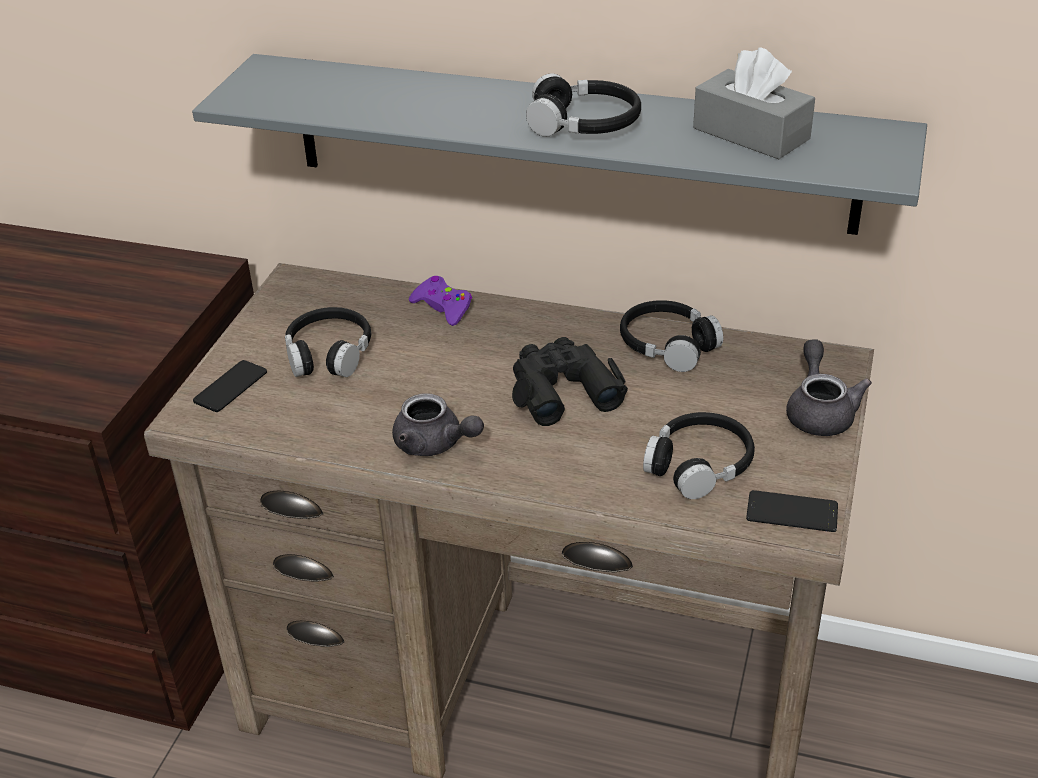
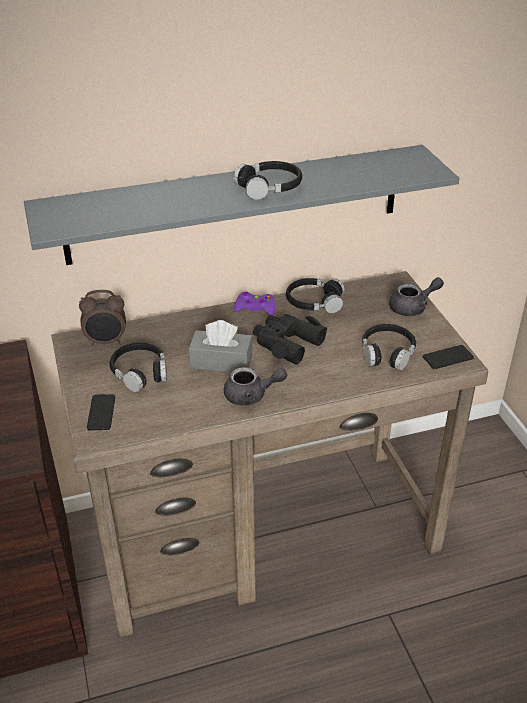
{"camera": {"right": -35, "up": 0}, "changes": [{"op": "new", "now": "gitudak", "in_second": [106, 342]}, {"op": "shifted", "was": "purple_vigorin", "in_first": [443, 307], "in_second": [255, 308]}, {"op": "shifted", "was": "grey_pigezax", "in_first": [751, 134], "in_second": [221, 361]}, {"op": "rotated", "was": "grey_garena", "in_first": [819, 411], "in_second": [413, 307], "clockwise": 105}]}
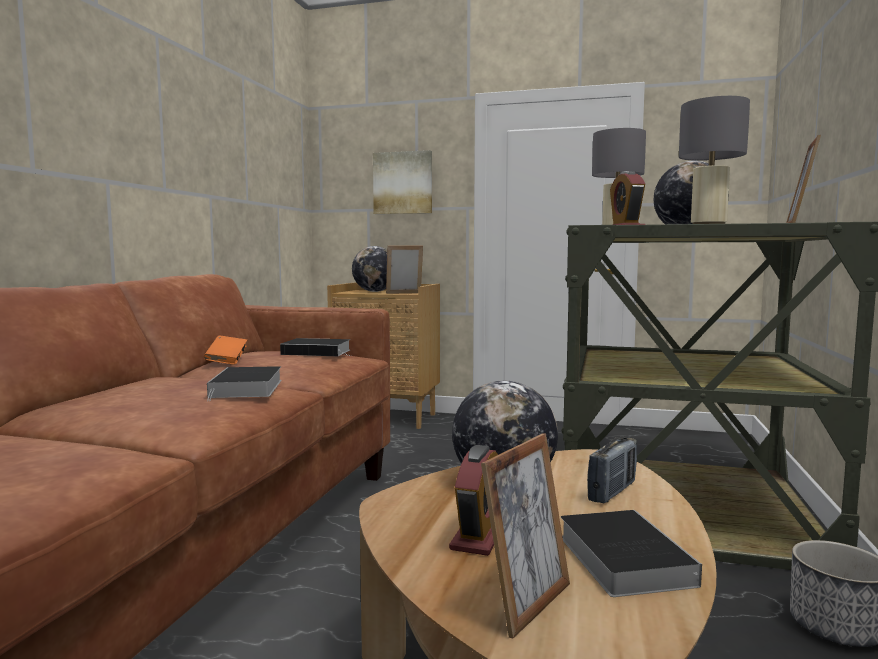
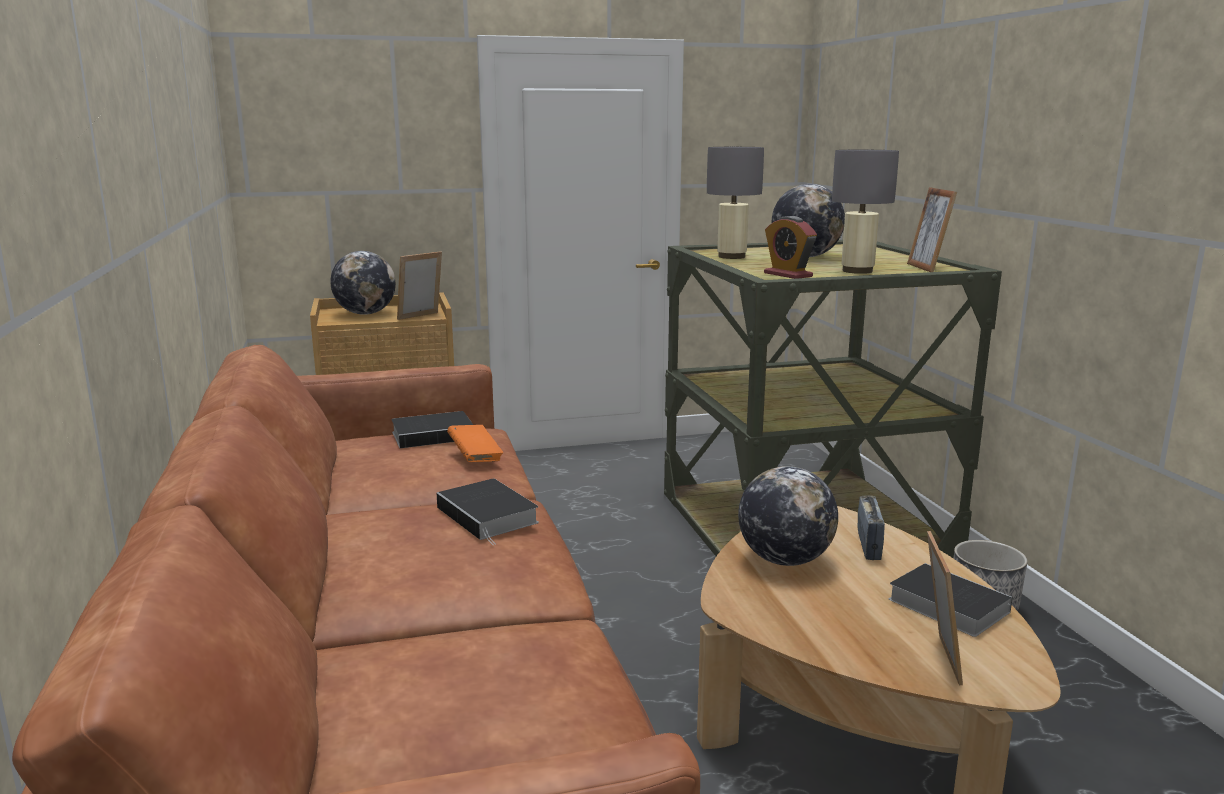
{"camera": {"right": -30, "up": 10}, "changes": [{"op": "gone", "was": "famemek", "in_first": [403, 183]}, {"op": "gone", "was": "gitudak", "in_first": [478, 537]}, {"op": "shifted", "was": "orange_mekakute", "in_first": [227, 361], "in_second": [475, 457]}]}
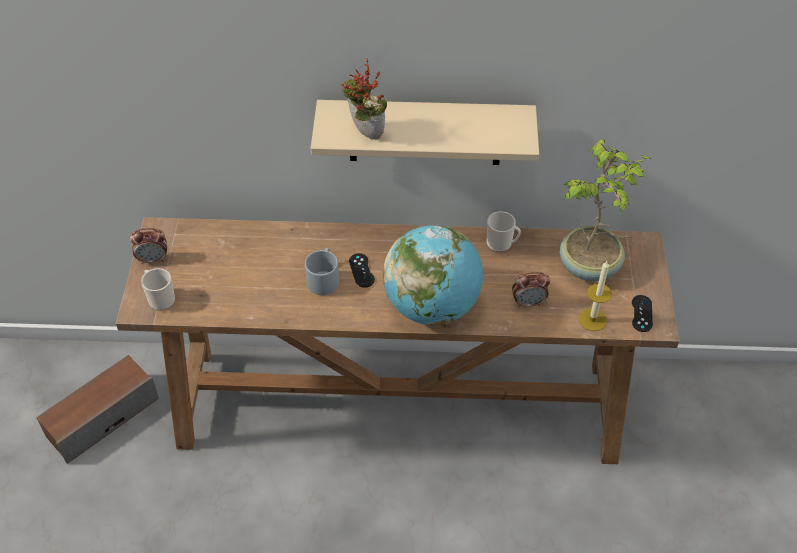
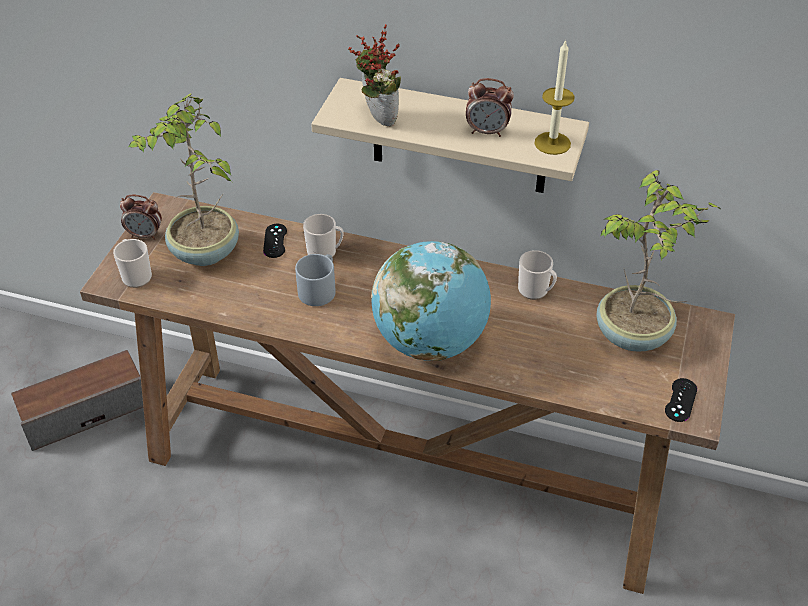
{"camera": {"right": 15, "up": -5}, "changes": [{"op": "new", "now": "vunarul", "in_second": [204, 253]}, {"op": "new", "now": "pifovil", "in_second": [325, 252]}, {"op": "shifted", "was": "black_vigorin", "in_first": [361, 270], "in_second": [275, 241]}, {"op": "shifted", "was": "gitudak", "in_first": [528, 303], "in_second": [487, 131]}, {"op": "shifted", "was": "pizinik", "in_first": [592, 319], "in_second": [552, 143]}]}
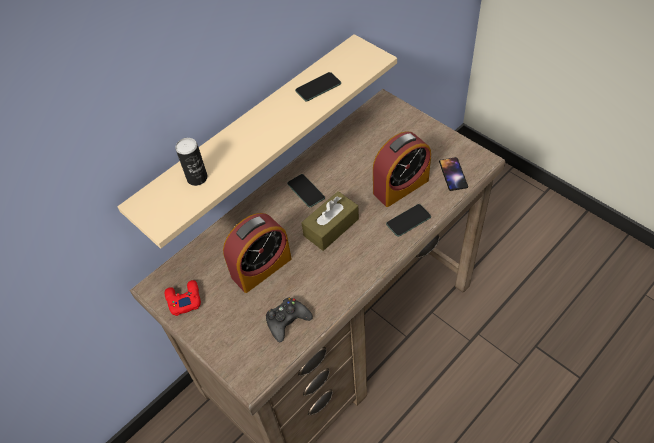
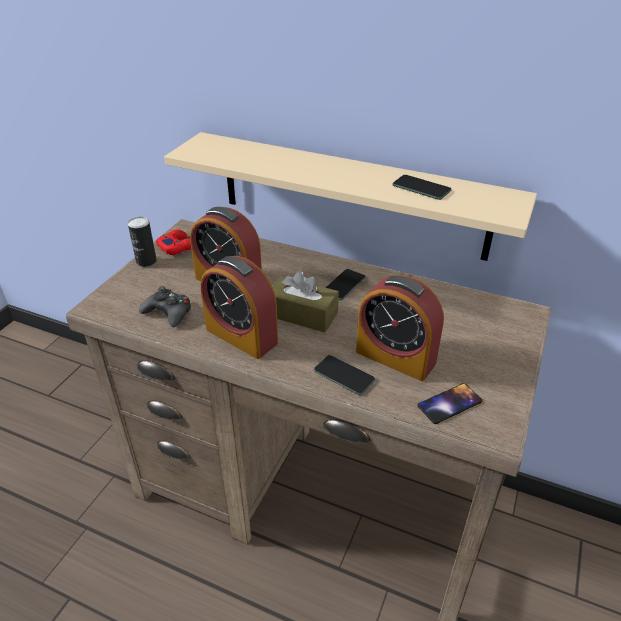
{"camera": {"right": 65, "up": -15}, "changes": [{"op": "new", "now": "gitudak", "in_second": [241, 336]}, {"op": "shifted", "was": "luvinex", "in_first": [197, 178], "in_second": [146, 261]}]}
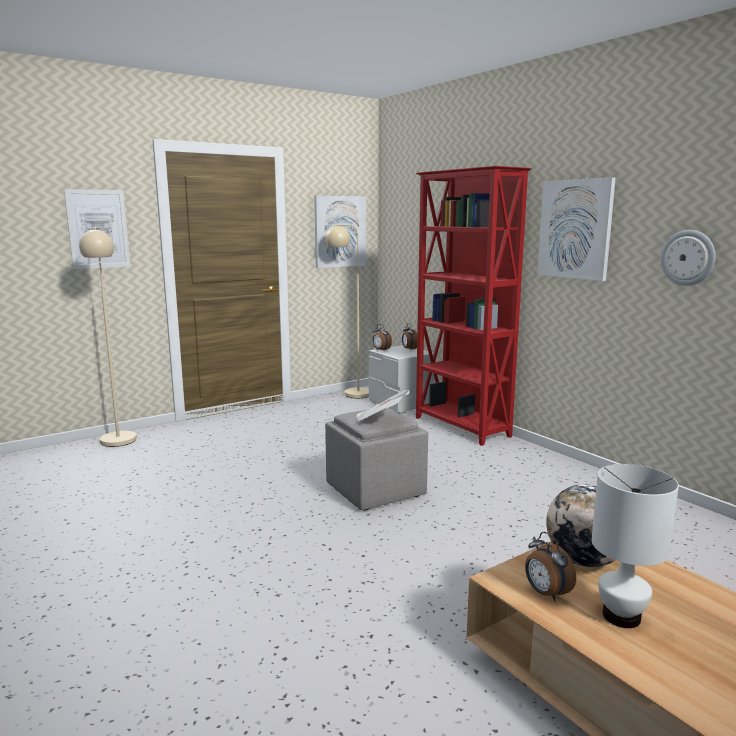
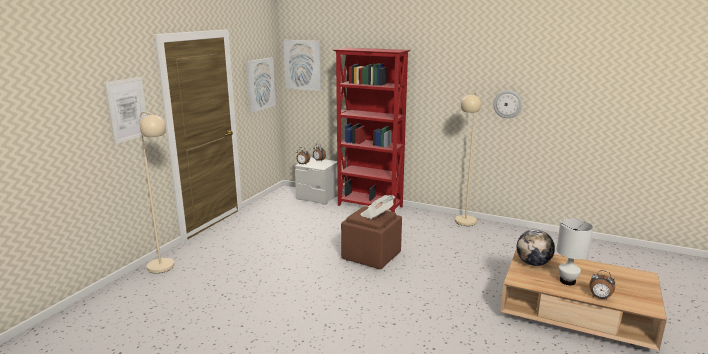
{"camera": {"right": -30, "up": 5}, "changes": [{"op": "shifted", "was": "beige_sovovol", "in_first": [351, 396], "in_second": [464, 224]}, {"op": "shifted", "was": "gitudak", "in_first": [545, 593], "in_second": [599, 298]}, {"op": "shifted", "was": "famemek", "in_first": [575, 229], "in_second": [302, 65]}, {"op": "repainted", "was": "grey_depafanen", "now": "brown_depafanen", "in_first": [375, 490], "in_second": [371, 256]}]}
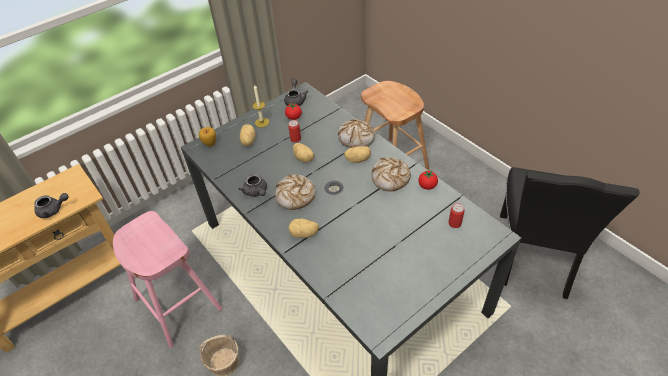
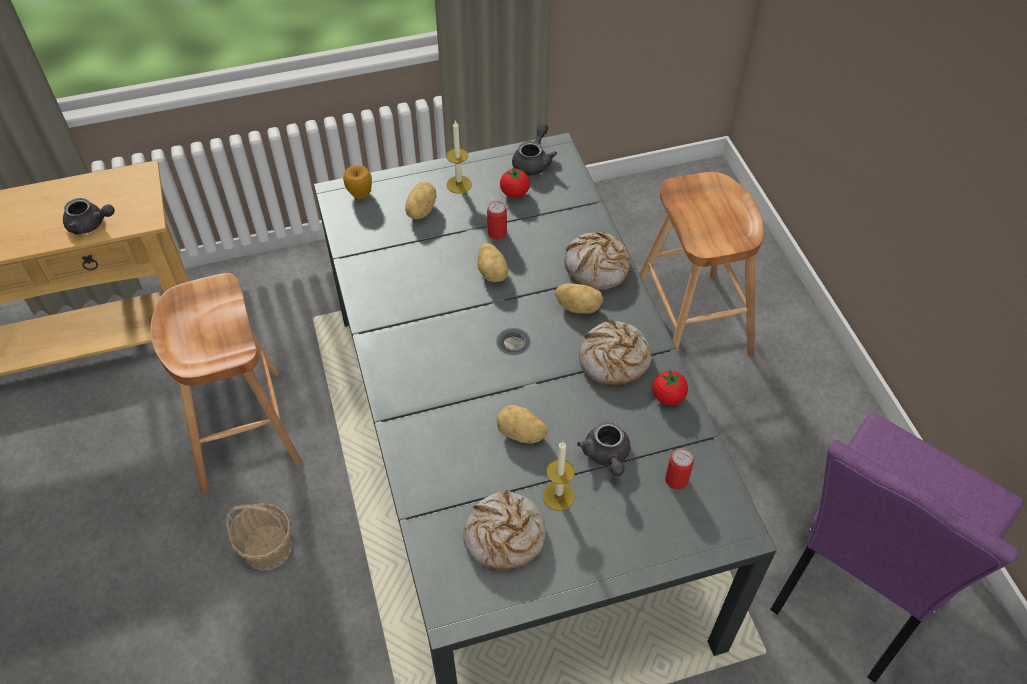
{"camera": {"right": 20, "up": 5}, "changes": [{"op": "new", "now": "pizinik", "in_second": [558, 496]}, {"op": "shifted", "was": "grey_garena", "in_first": [256, 192], "in_second": [606, 456]}, {"op": "shifted", "was": "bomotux", "in_first": [295, 196], "in_second": [504, 536]}, {"op": "shifted", "was": "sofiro", "in_first": [304, 234], "in_second": [521, 434]}, {"op": "repainted", "was": "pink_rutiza", "now": "brown_rutiza", "in_first": [178, 304], "in_second": [242, 430]}, {"op": "repainted", "was": "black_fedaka", "now": "purple_fedaka", "in_first": [535, 252], "in_second": [864, 578]}]}
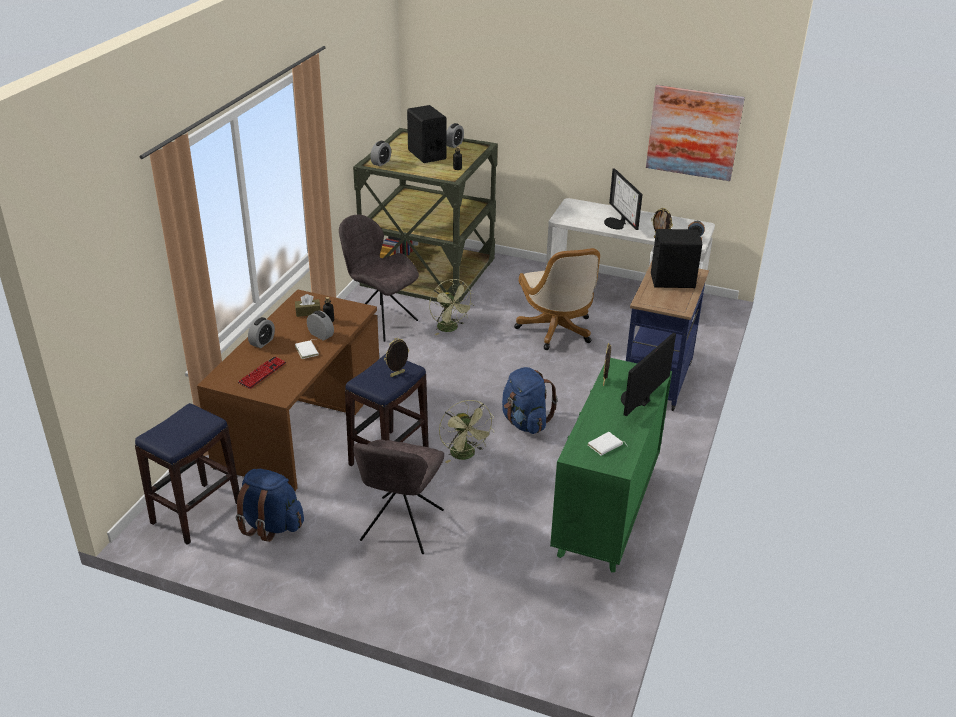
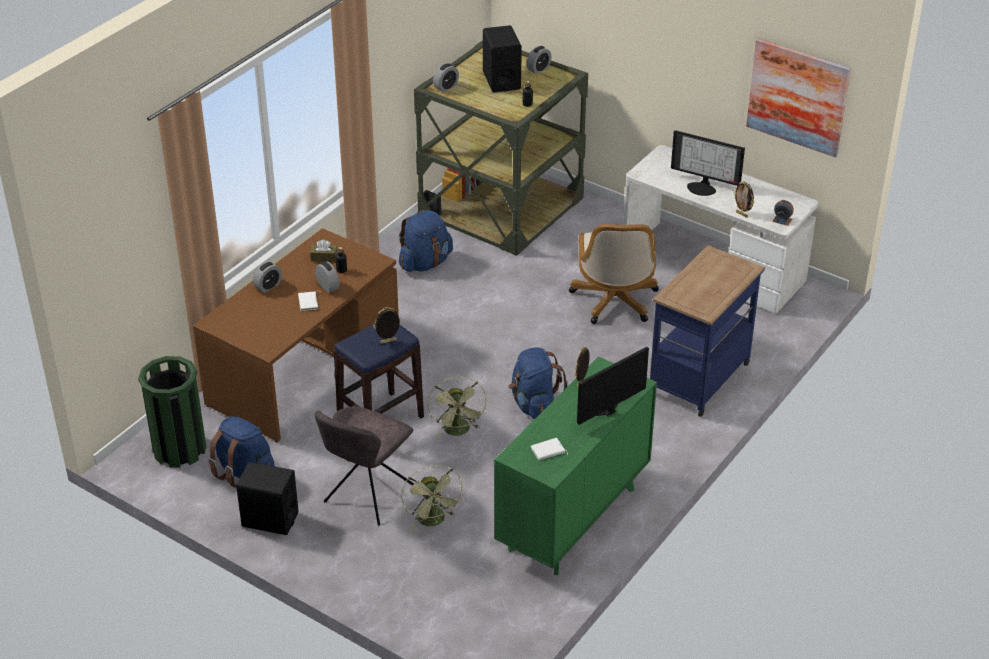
{"camera": {"right": 15, "up": 5}, "changes": [{"op": "gone", "was": "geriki", "in_first": [262, 373]}, {"op": "shifted", "was": "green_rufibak", "in_first": [450, 329], "in_second": [434, 521]}, {"op": "shifted", "was": "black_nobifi", "in_first": [672, 281], "in_second": [269, 519]}, {"op": "swapped", "was": "rutiza", "now": "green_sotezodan", "in_first": [196, 513], "in_second": [179, 449]}, {"op": "swapped", "was": "grey_fedaka", "now": "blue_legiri", "in_first": [380, 321], "in_second": [425, 263]}, {"op": "rotated", "was": "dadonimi", "in_first": [617, 223], "in_second": [702, 187], "clockwise": -60}]}
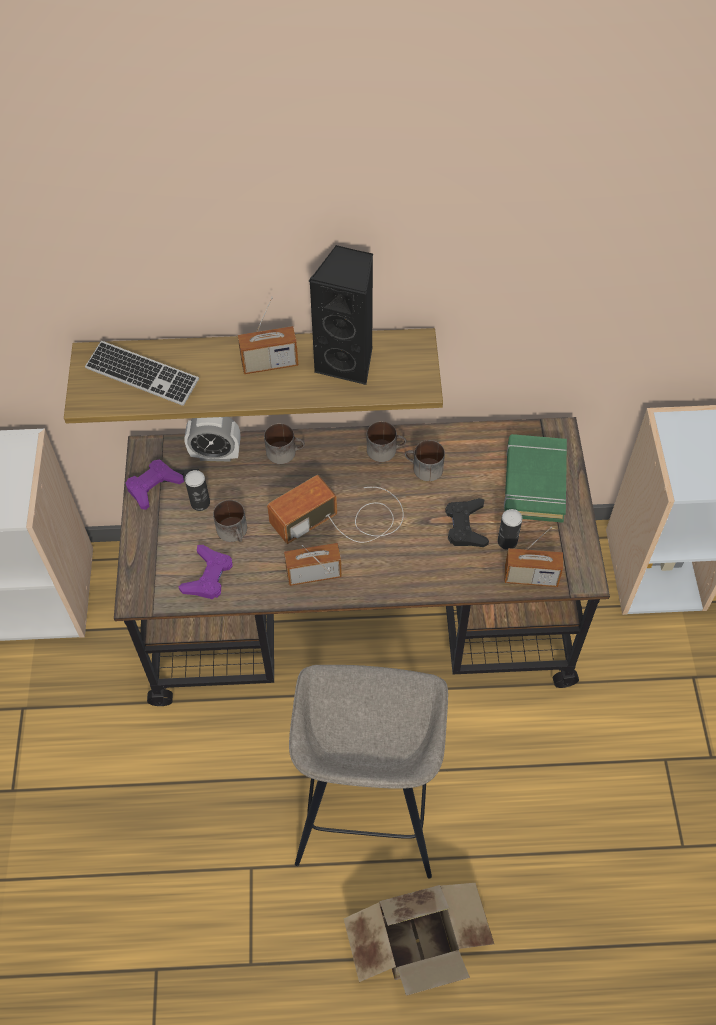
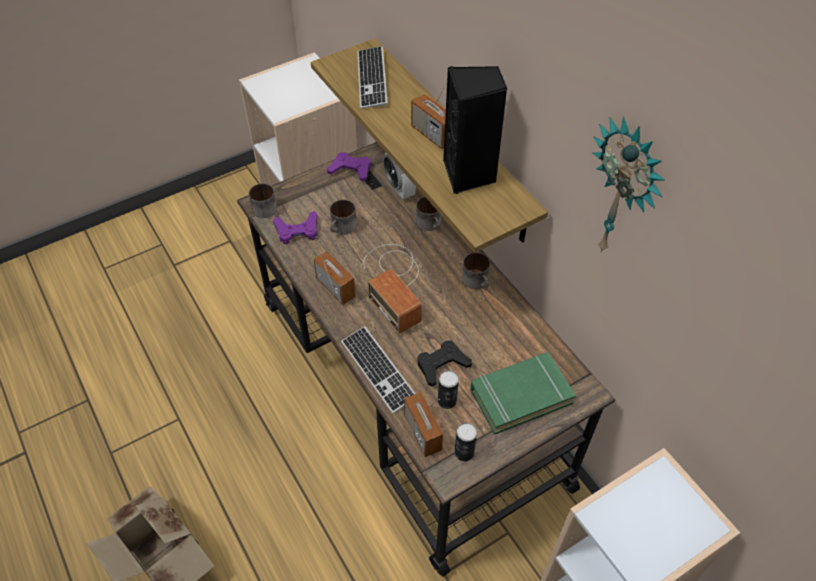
{"camera": {"right": 60, "up": -5}, "changes": [{"op": "gone", "was": "grey_rutiza", "in_first": [367, 804]}, {"op": "new", "now": "geriki", "in_second": [378, 370]}, {"op": "new", "now": "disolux", "in_second": [624, 191]}, {"op": "shifted", "was": "luvinex", "in_first": [200, 503], "in_second": [464, 452]}, {"op": "shifted", "was": "pifovil", "in_first": [423, 469], "in_second": [263, 206]}, {"op": "rotated", "was": "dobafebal", "in_first": [343, 519], "in_second": [395, 284], "clockwise": -150}]}
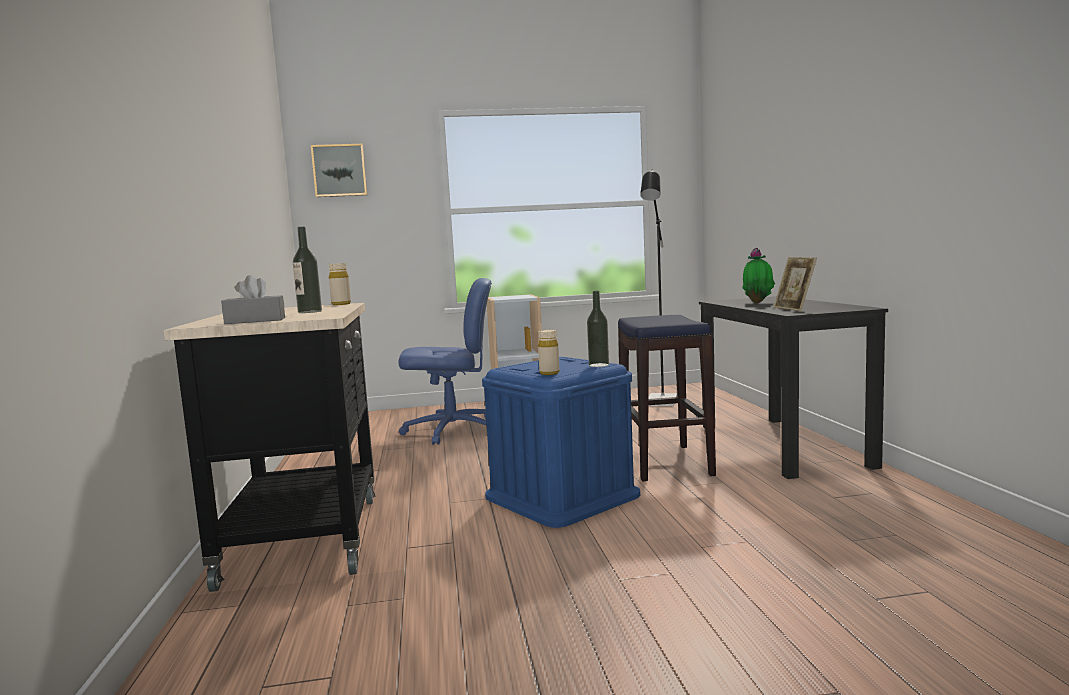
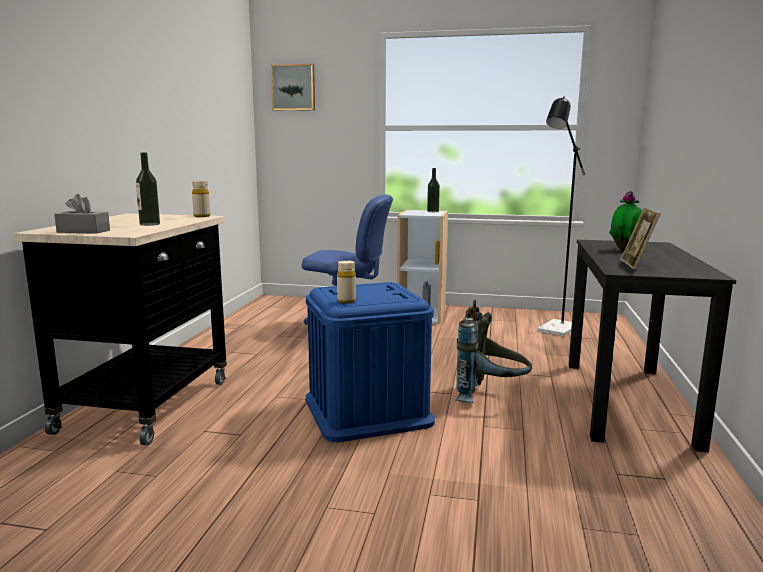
{"camera": {"right": 20, "up": 5}, "changes": [{"op": "shifted", "was": "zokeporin", "in_first": [598, 365], "in_second": [433, 211]}, {"op": "swapped", "was": "rutiza", "now": "grey_legiri", "in_first": [665, 463], "in_second": [490, 397]}]}
